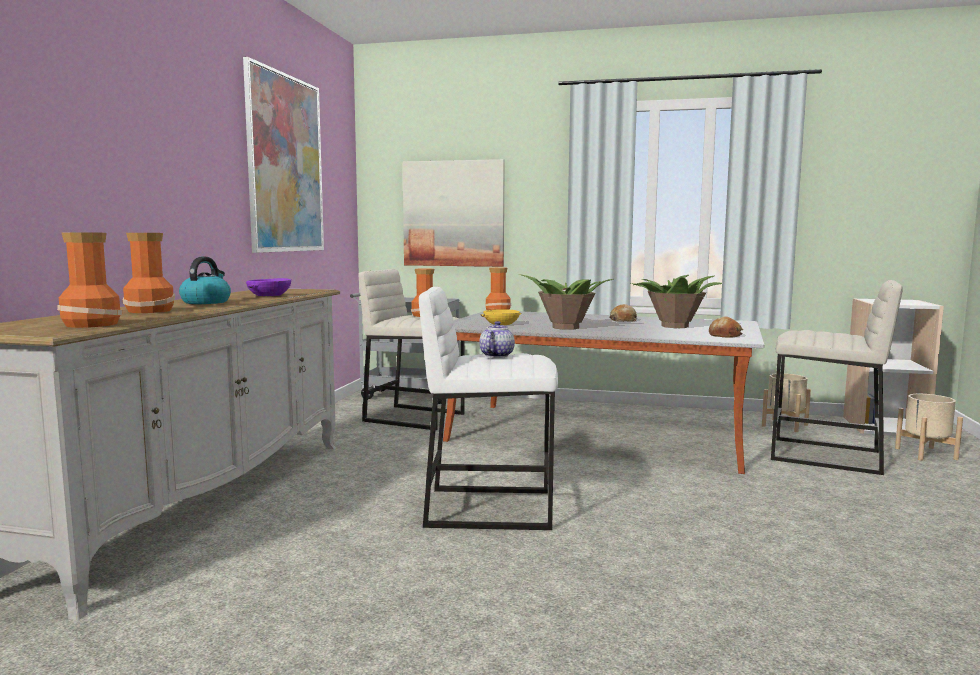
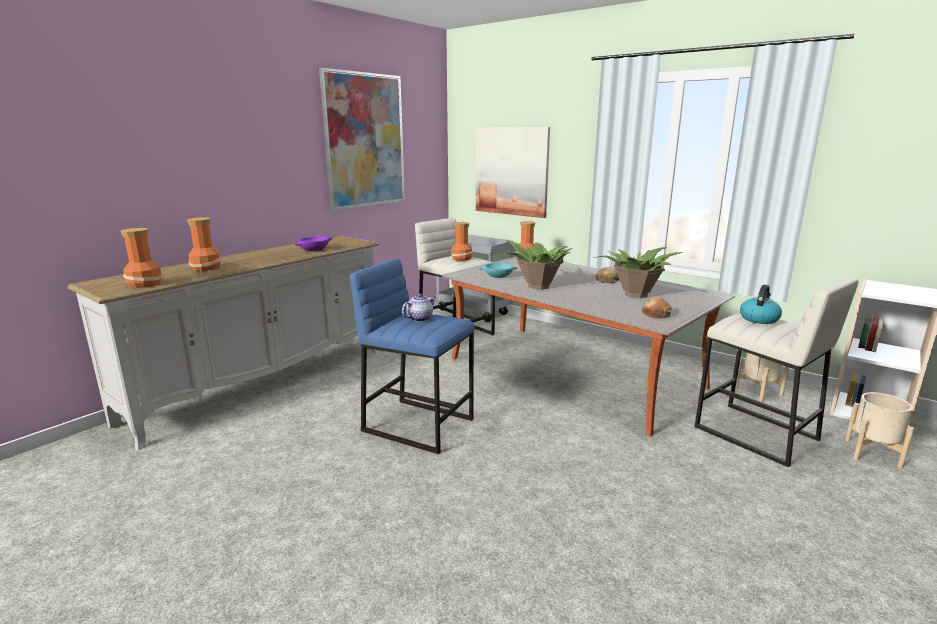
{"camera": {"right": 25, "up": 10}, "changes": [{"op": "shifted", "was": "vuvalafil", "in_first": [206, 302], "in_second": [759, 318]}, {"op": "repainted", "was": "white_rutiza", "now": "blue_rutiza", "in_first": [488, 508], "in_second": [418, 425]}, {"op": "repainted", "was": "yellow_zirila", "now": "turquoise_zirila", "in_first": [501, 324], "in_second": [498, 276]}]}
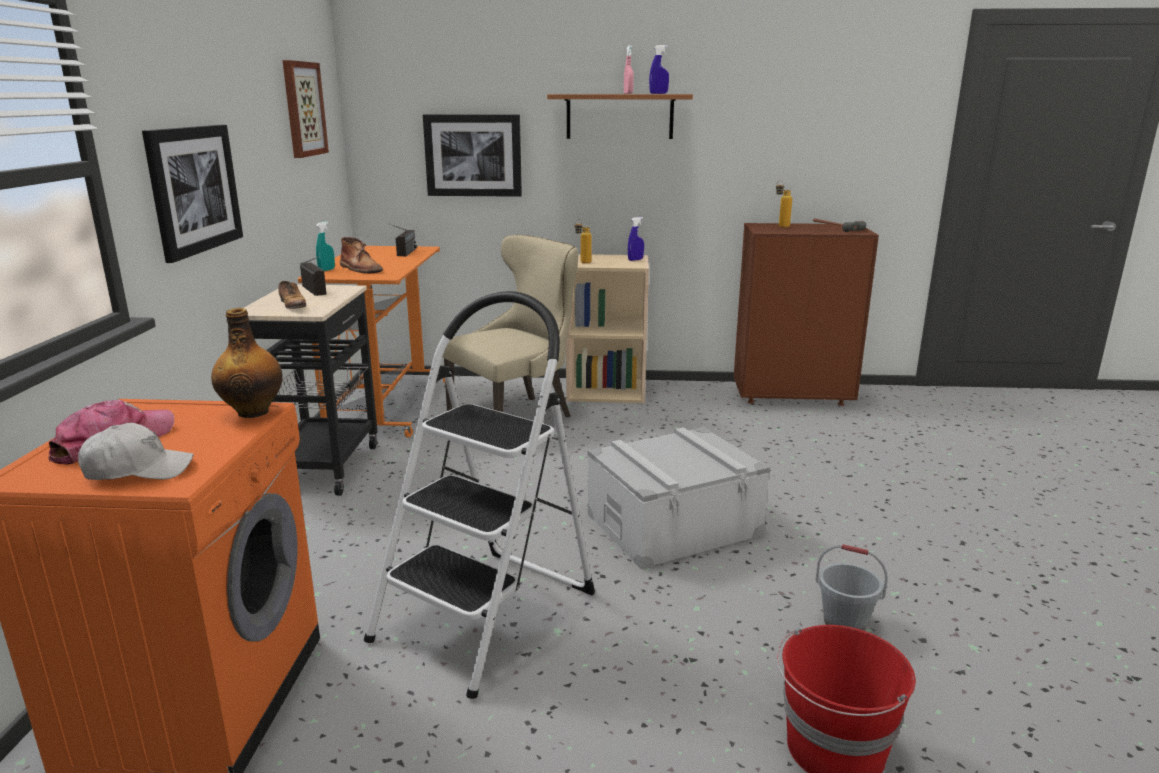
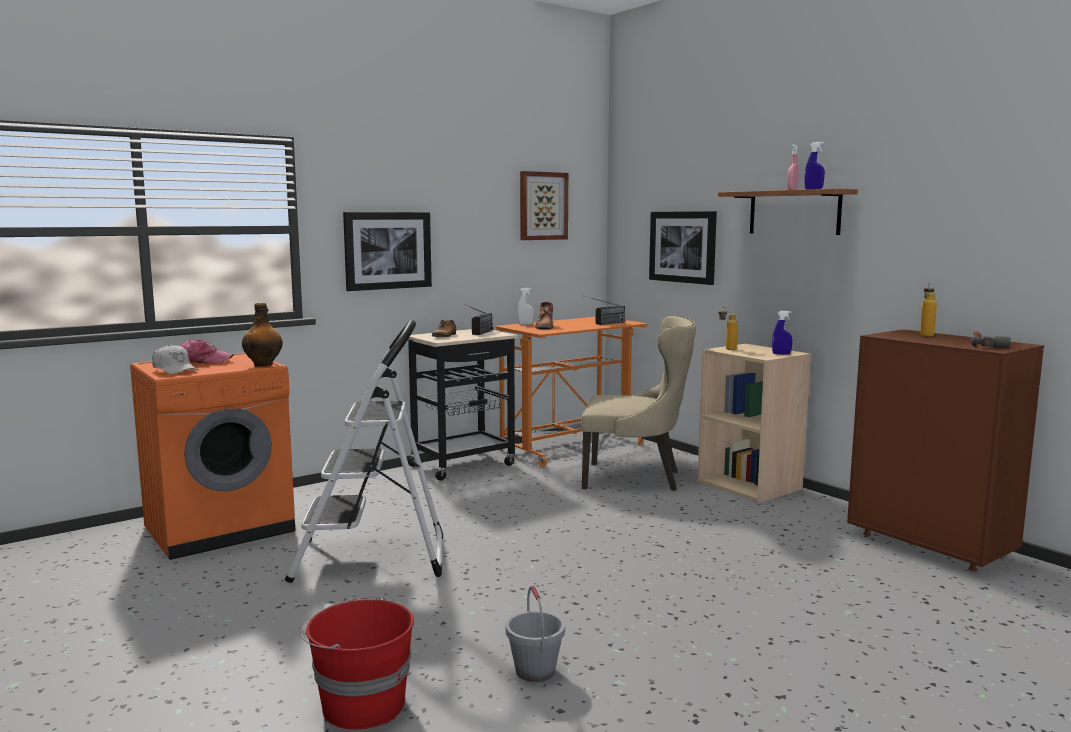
{"camera": {"right": 50, "up": -10}, "changes": [{"op": "gone", "was": "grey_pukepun", "in_first": [673, 524]}, {"op": "repainted", "was": "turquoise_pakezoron", "now": "white_pakezoron", "in_first": [327, 270], "in_second": [525, 324]}]}
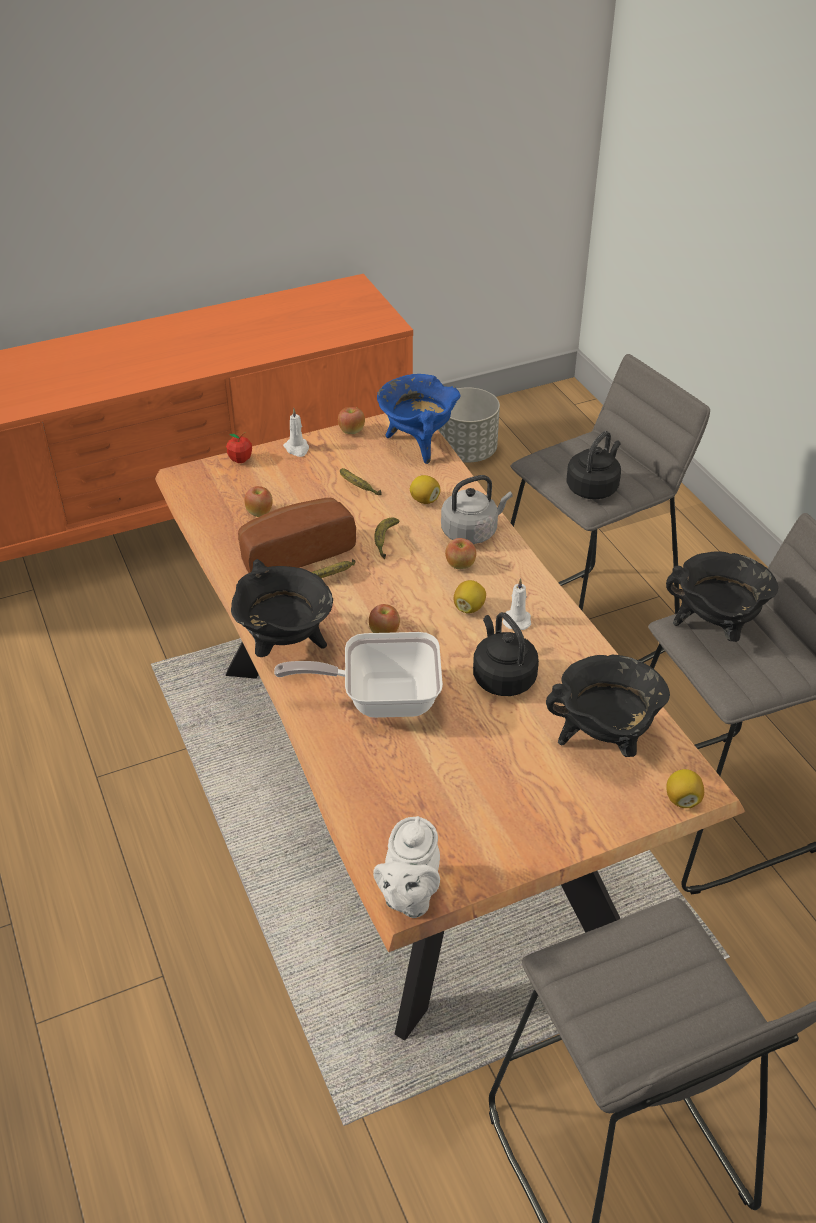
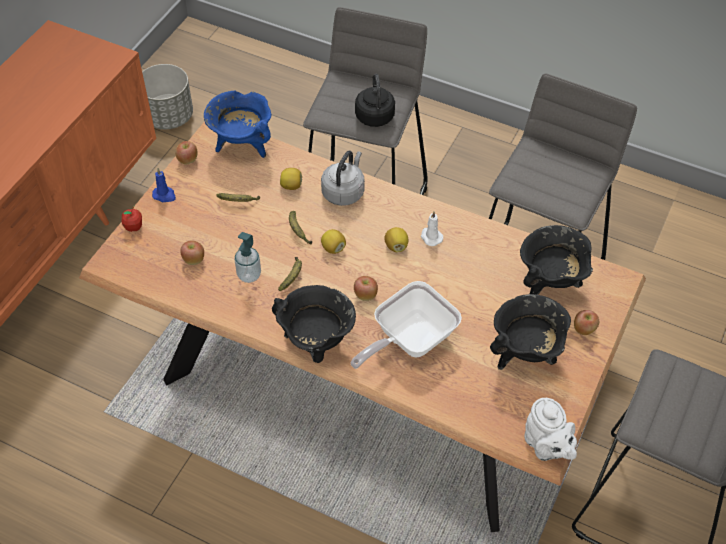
{"camera": {"right": -40, "up": 10}, "changes": [{"op": "gone", "was": "black_vuvalafil", "in_first": [502, 677]}, {"op": "shifted", "was": "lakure", "in_first": [460, 565], "in_second": [584, 330]}, {"op": "shifted", "was": "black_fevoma", "in_first": [714, 628], "in_second": [525, 354]}, {"op": "shifted", "was": "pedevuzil", "in_first": [682, 799], "in_second": [333, 248]}, {"op": "swapped", "was": "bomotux", "now": "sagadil", "in_first": [294, 552], "in_second": [249, 275]}, {"op": "repainted", "was": "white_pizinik", "now": "blue_pizinik", "in_first": [297, 449], "in_second": [164, 195]}]}
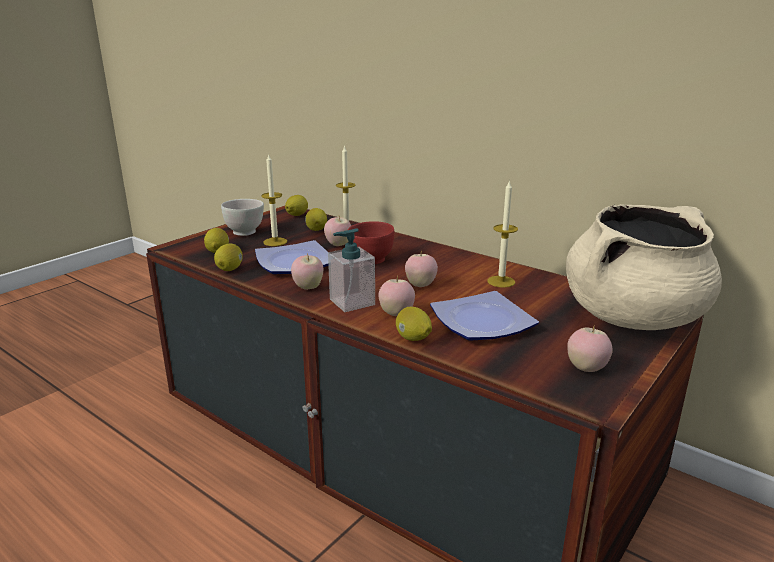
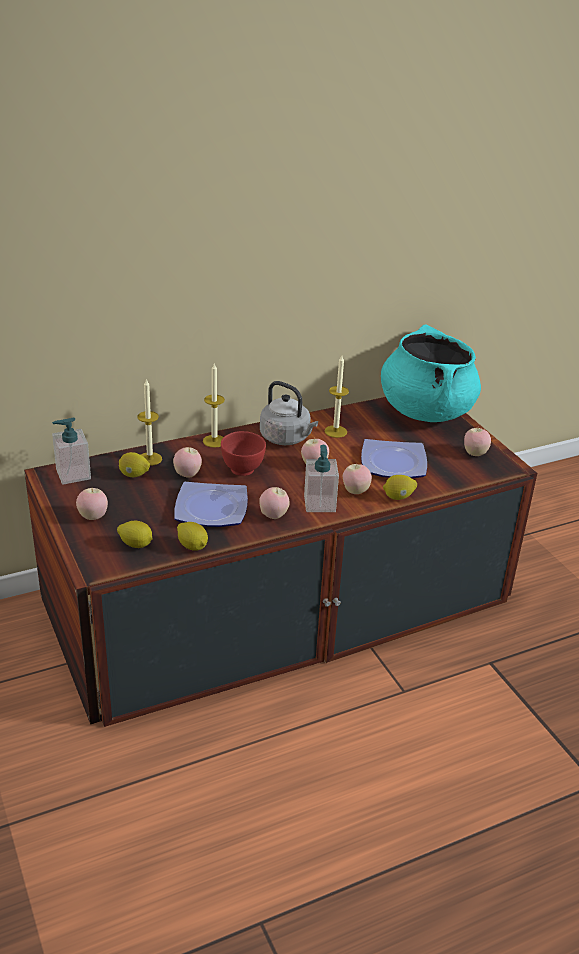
{"camera": {"right": -65, "up": 10}, "changes": [{"op": "new", "now": "grey_vuvalafil", "in_second": [287, 438]}, {"op": "shifted", "was": "pizinik", "in_first": [275, 242], "in_second": [214, 441]}, {"op": "swapped", "was": "white_zirila", "now": "lakure", "in_first": [245, 232], "in_second": [93, 517]}, {"op": "swapped", "was": "pedevuzil", "now": "sagadil", "in_first": [296, 215], "in_second": [73, 474]}, {"op": "repainted", "was": "beige_fevoma", "now": "turquoise_fevoma", "in_first": [633, 317], "in_second": [425, 411]}]}
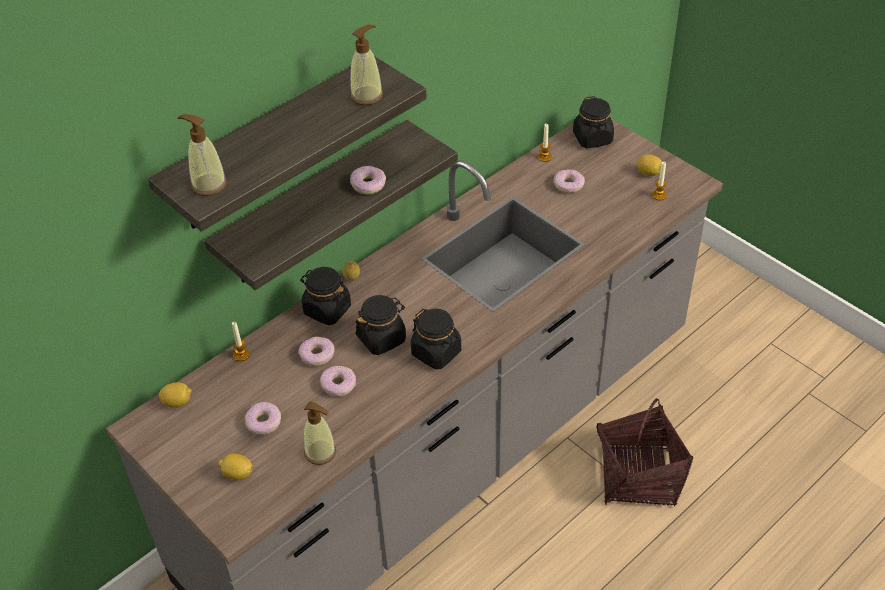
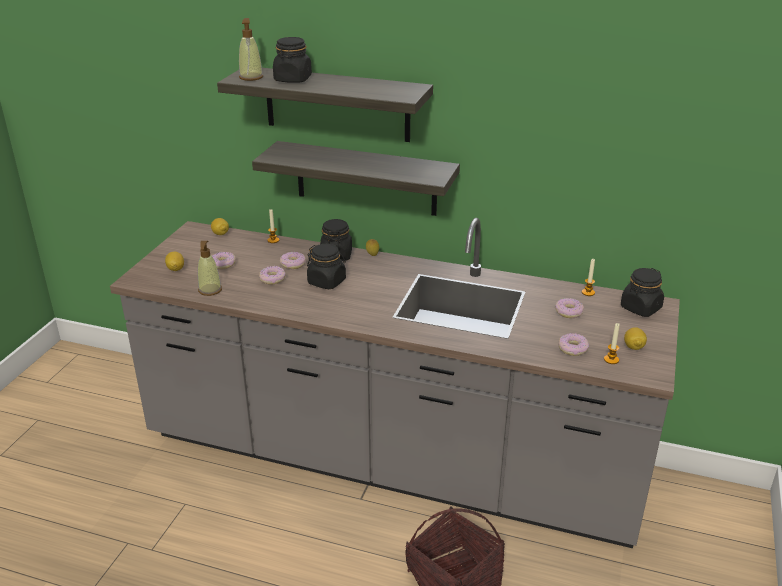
{"camera": {"right": 60, "up": -15}, "changes": [{"op": "gone", "was": "sagadil", "in_first": [367, 96]}, {"op": "shifted", "was": "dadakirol", "in_first": [368, 184], "in_second": [573, 348]}, {"op": "shifted", "was": "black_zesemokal", "in_first": [436, 352], "in_second": [293, 79]}]}
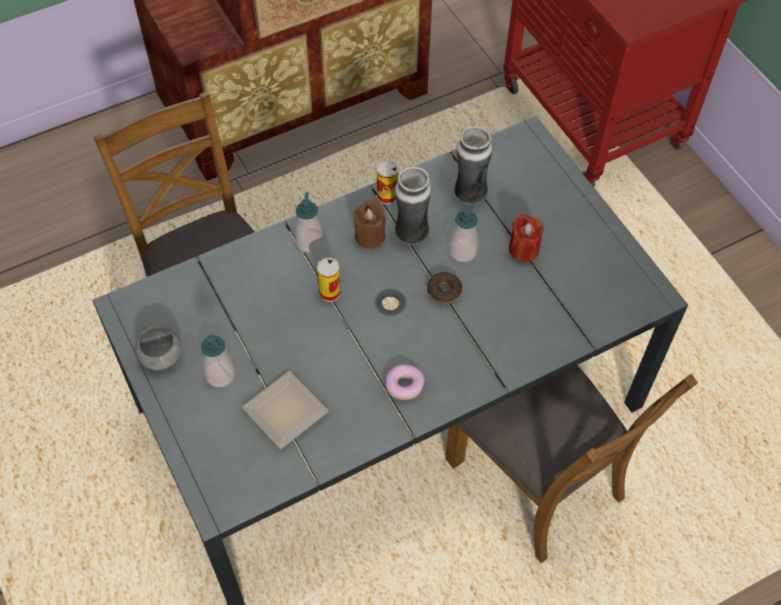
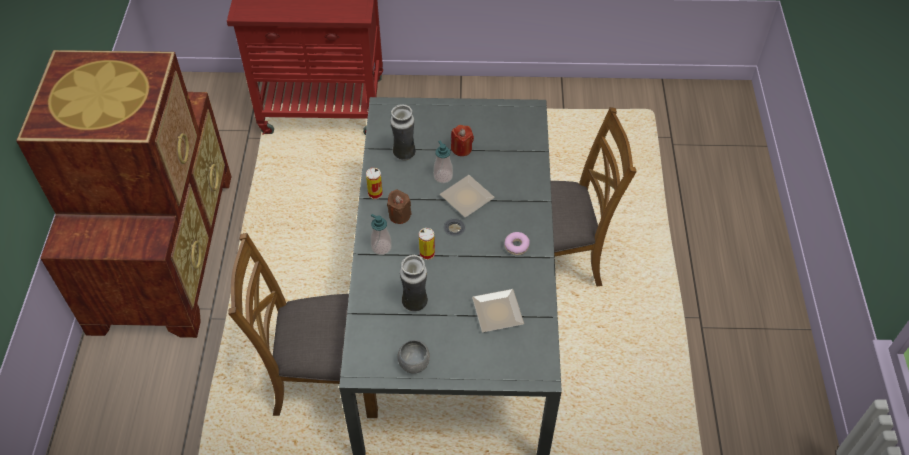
{"camera": {"right": -60, "up": -5}, "changes": [{"op": "gone", "was": "sagadil", "in_first": [220, 375]}, {"op": "shifted", "was": "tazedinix", "in_first": [411, 234], "in_second": [415, 303]}, {"op": "swapped", "was": "dadakirol", "now": "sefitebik", "in_first": [444, 291], "in_second": [465, 198]}]}
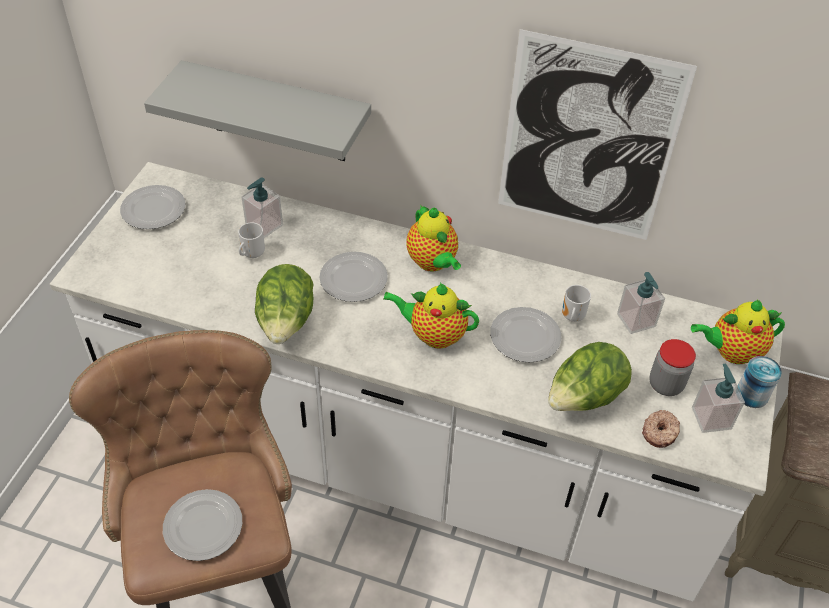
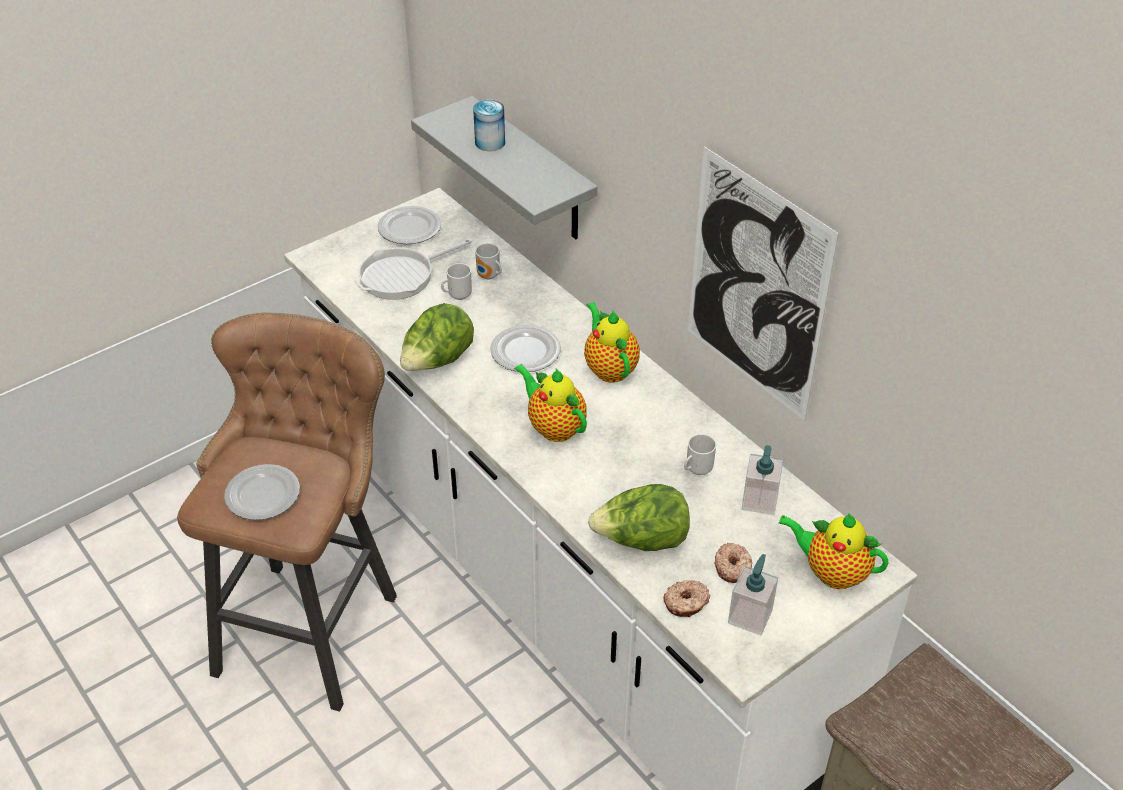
{"camera": {"right": 35, "up": -5}, "changes": [{"op": "gone", "was": "sefitebik", "in_first": [525, 337]}, {"op": "new", "now": "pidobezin", "in_second": [401, 276]}, {"op": "shifted", "was": "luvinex", "in_first": [751, 394], "in_second": [490, 142]}, {"op": "swapped", "was": "sagadil", "now": "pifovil", "in_first": [264, 225], "in_second": [489, 277]}, {"op": "swapped", "was": "zesemokal", "now": "dadakirol", "in_first": [665, 384], "in_second": [733, 567]}, {"op": "rotated", "was": "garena", "in_first": [433, 263], "in_second": [609, 368], "clockwise": 150}]}
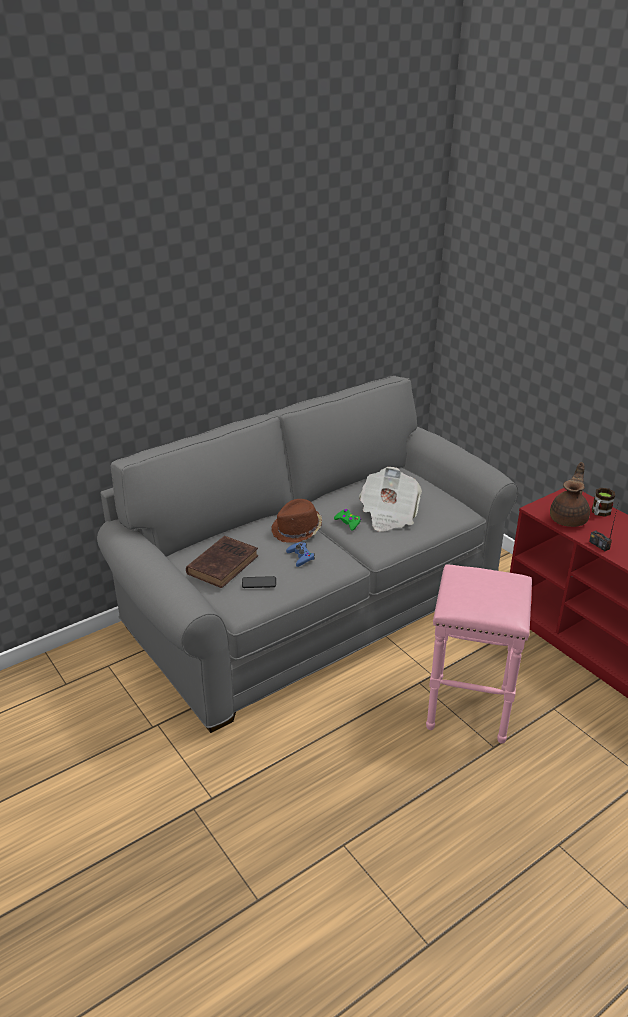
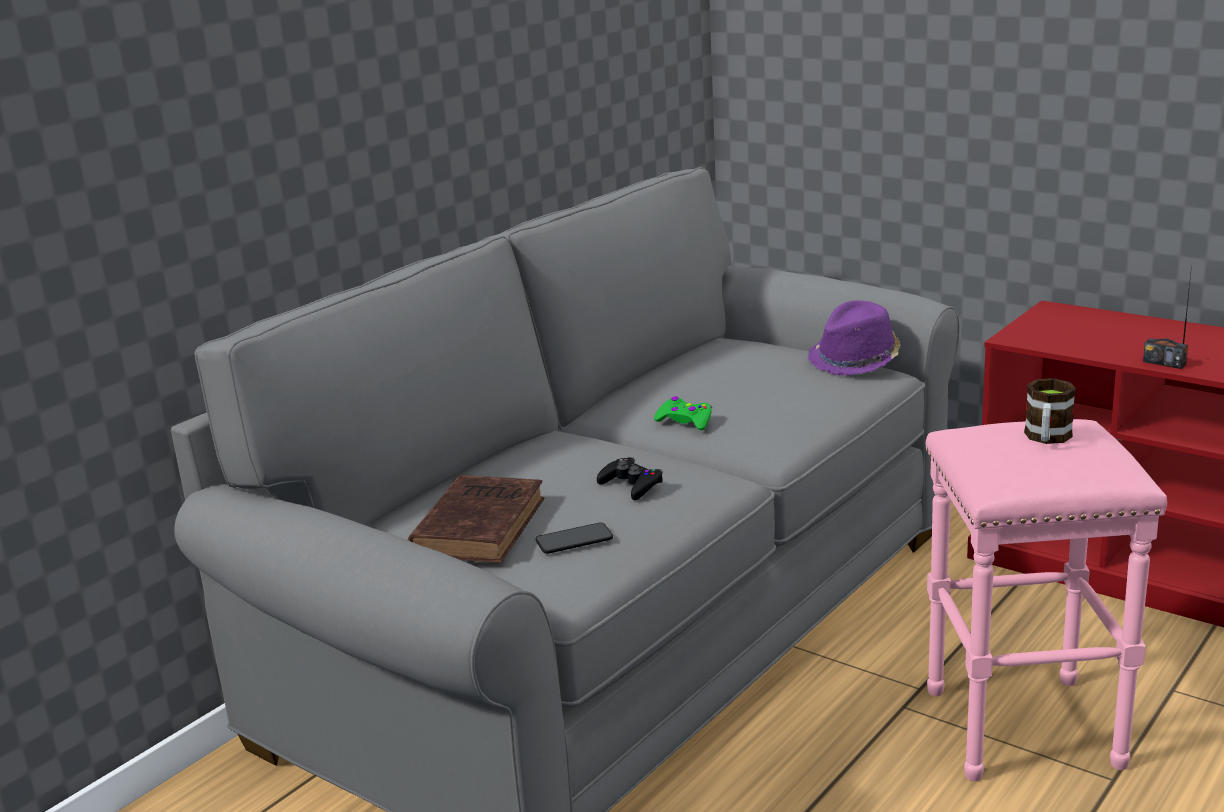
{"camera": {"right": -15, "up": -10}, "changes": [{"op": "gone", "was": "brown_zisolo", "in_first": [297, 530]}, {"op": "gone", "was": "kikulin", "in_first": [388, 514]}, {"op": "gone", "was": "brown_garena", "in_first": [569, 519]}, {"op": "new", "now": "purple_zisolo", "in_second": [856, 360]}, {"op": "shifted", "was": "pifovil", "in_first": [599, 513], "in_second": [1047, 438]}, {"op": "repainted", "was": "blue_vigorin", "now": "black_vigorin", "in_first": [301, 557], "in_second": [631, 485]}]}
